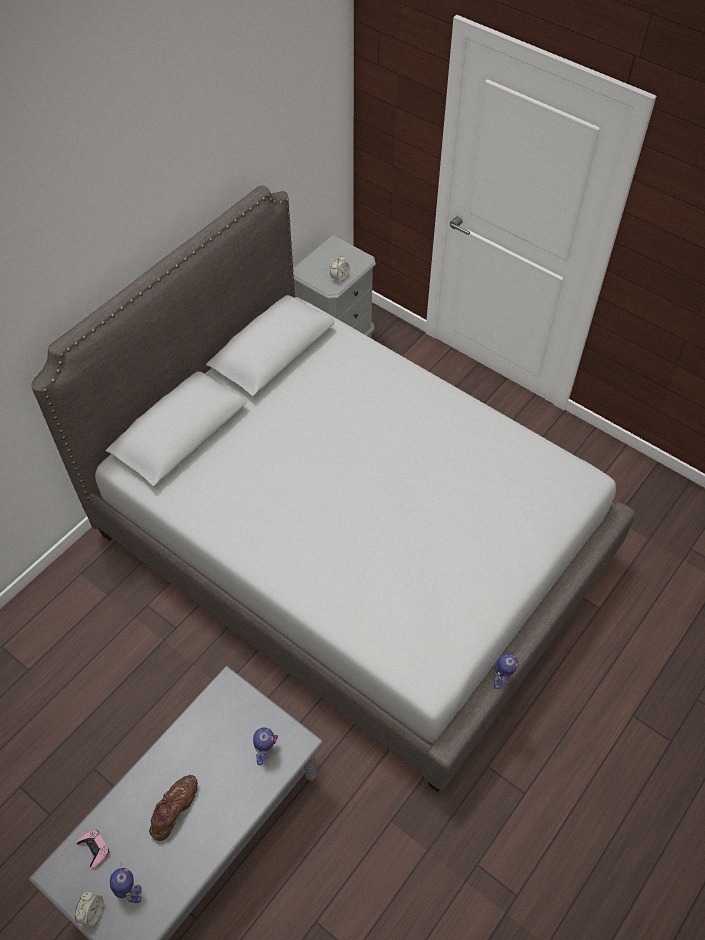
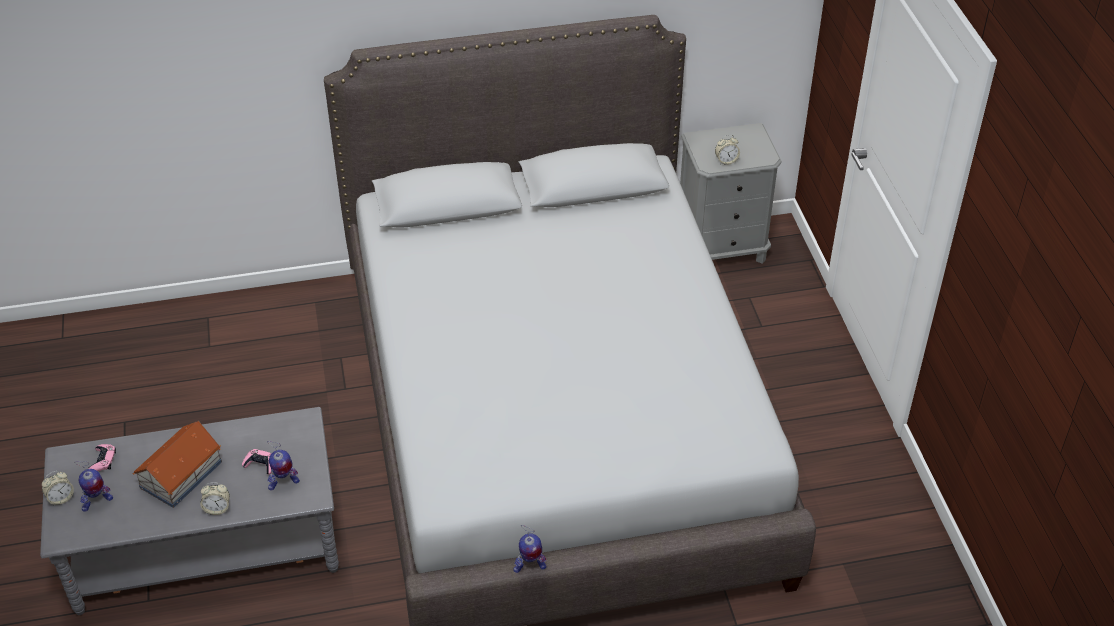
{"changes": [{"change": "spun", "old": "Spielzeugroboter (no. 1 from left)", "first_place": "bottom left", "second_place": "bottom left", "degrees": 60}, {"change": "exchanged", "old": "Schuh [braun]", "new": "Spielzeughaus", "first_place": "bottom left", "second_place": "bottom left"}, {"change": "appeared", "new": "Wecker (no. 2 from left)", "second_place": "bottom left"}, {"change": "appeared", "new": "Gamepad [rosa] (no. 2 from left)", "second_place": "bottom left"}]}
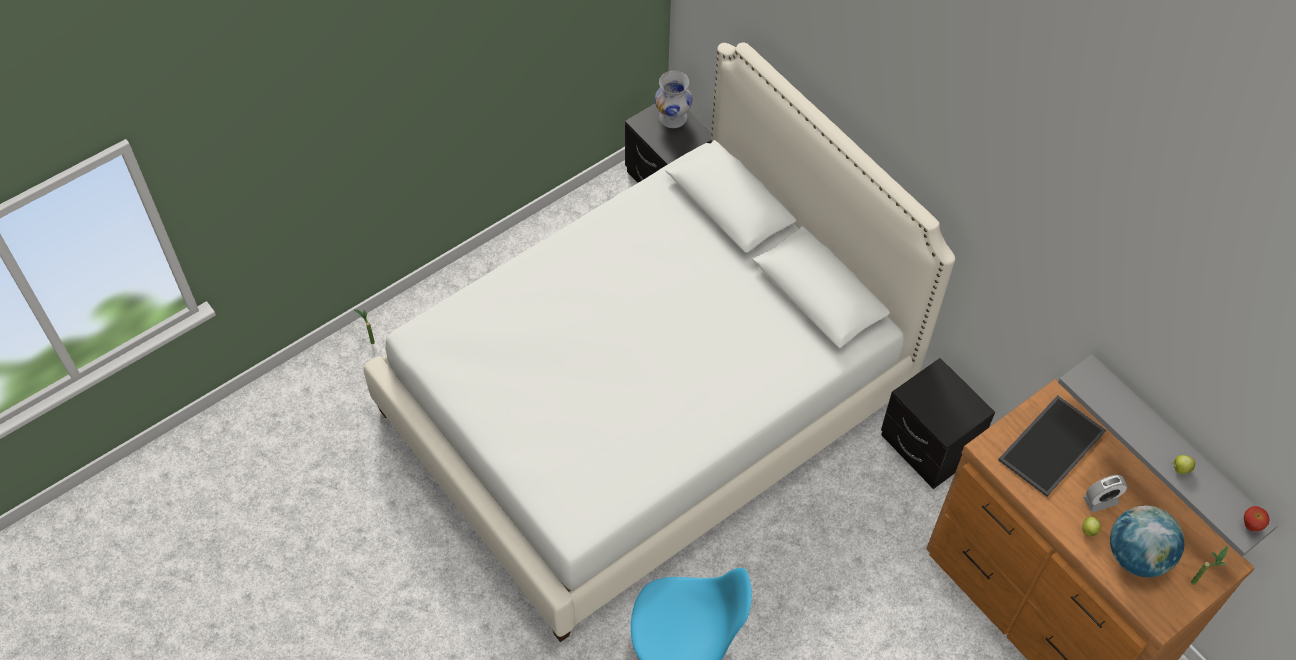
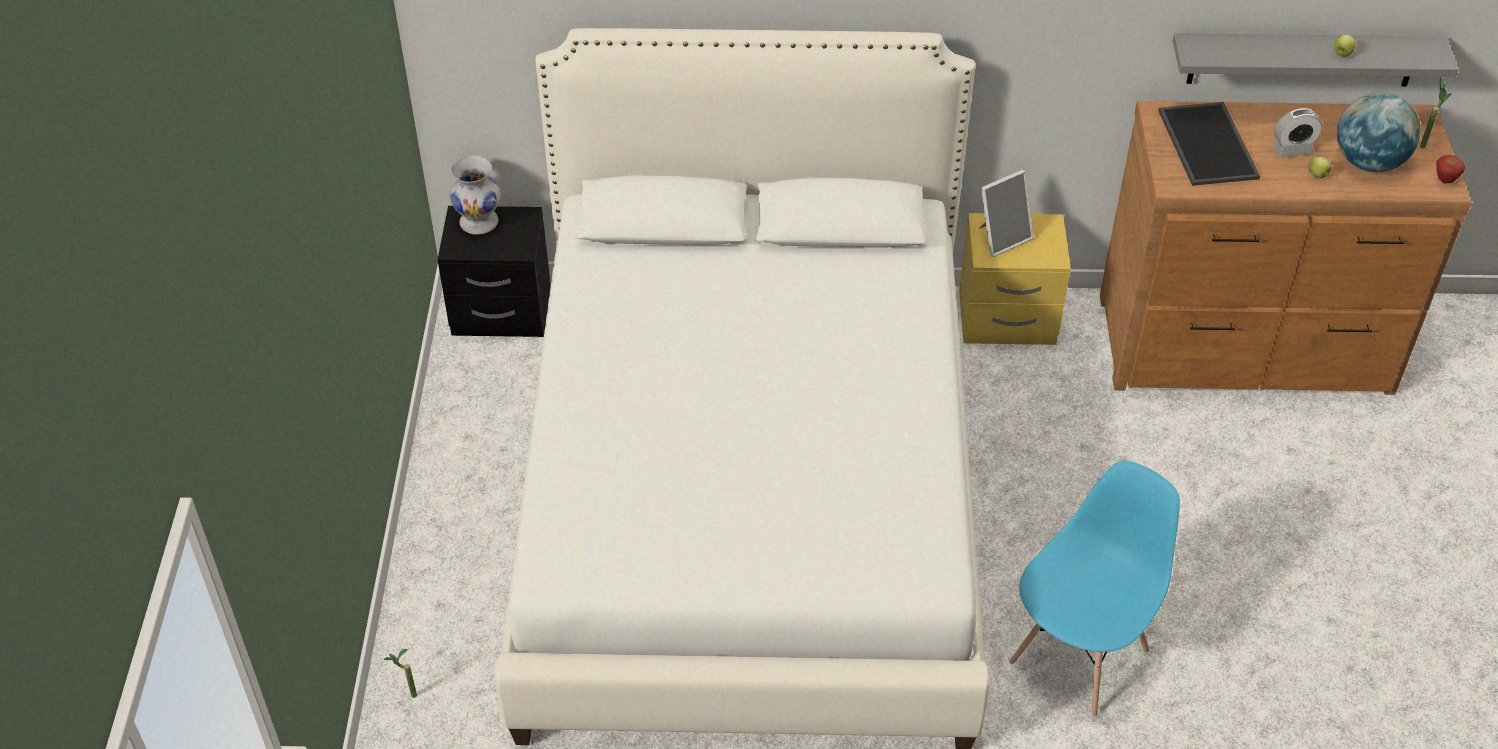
{"changes": [{"change": "colour", "old": "Nachttisch [schwarz] (no. 2 from left)", "new": "Nachttisch [gelb]", "first_place": "middle right", "second_place": "middle right"}, {"change": "spun", "old": "Wecker", "first_place": "bottom right", "second_place": "top right", "degrees": 60}, {"change": "relocated", "old": "Apfel (no. 3 from left)", "first_place": "bottom right", "second_place": "top right"}, {"change": "appeared", "new": "Bilderrahmen", "second_place": "top right"}]}
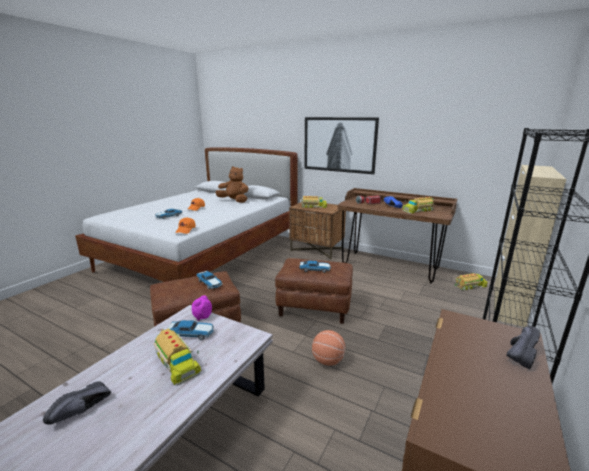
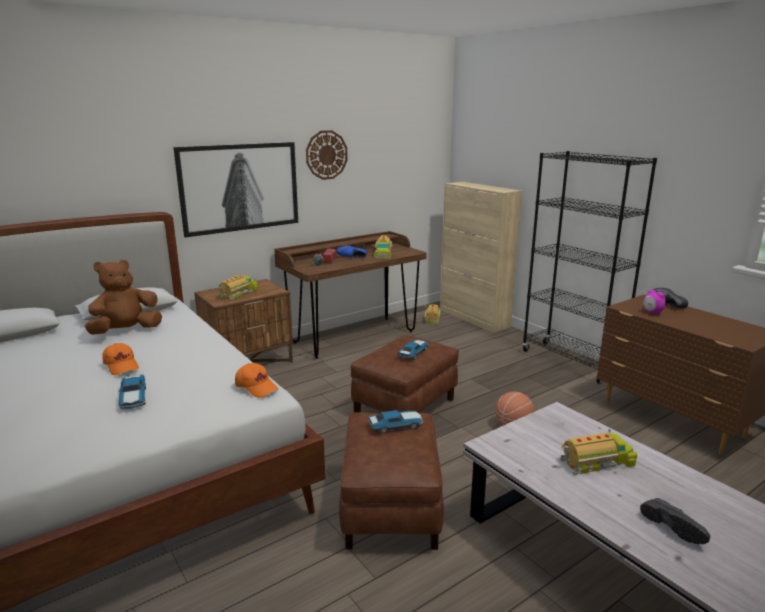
{"changes": [{"change": "missing", "old": "Spielzeugauto (no. 2 from left)", "first_place": "bottom left"}, {"change": "relocated", "old": "Wecker", "first_place": "centre", "second_place": "middle right"}, {"change": "appeared", "new": "Wanduhr", "second_place": "top centre"}]}
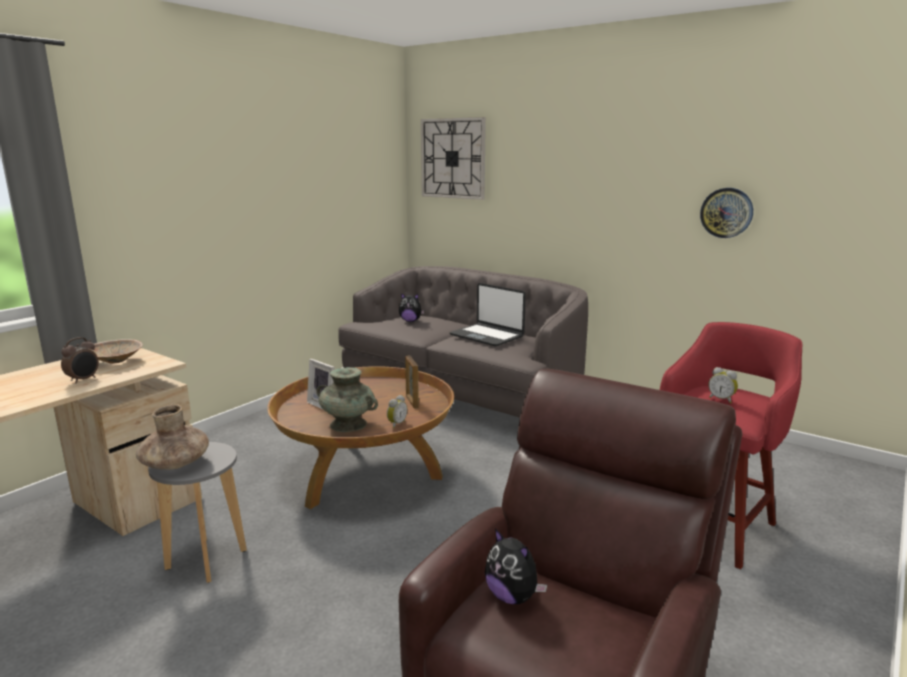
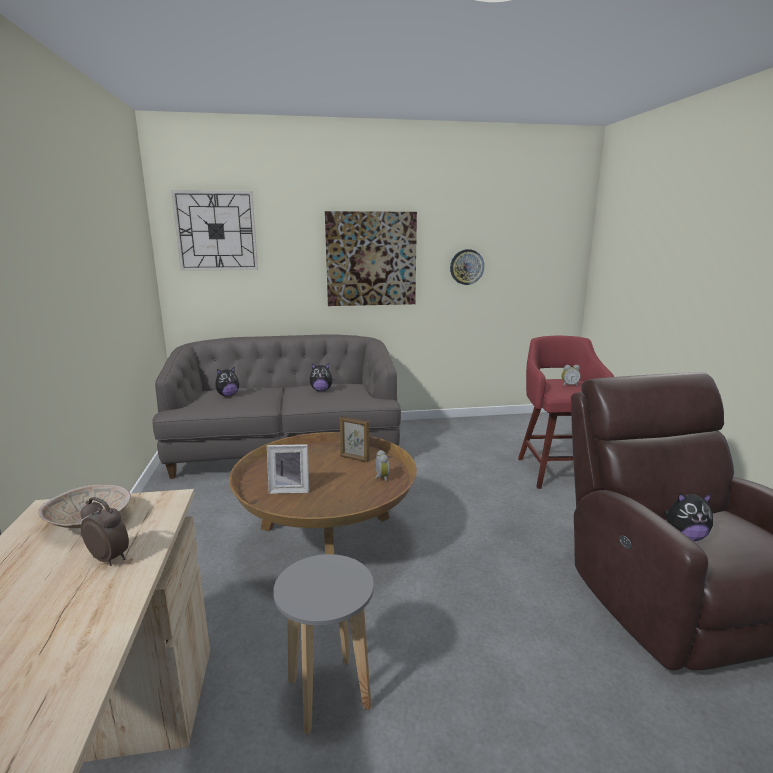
{"changes": [{"change": "spun", "old": "Wecker (no. 1 from left)", "first_place": "middle left", "second_place": "bottom left", "degrees": -45}, {"change": "missing", "old": "Vase [braun]", "first_place": "middle left"}, {"change": "missing", "old": "Vase [türkis]", "first_place": "centre"}, {"change": "exchanged", "old": "Laptop", "new": "Plüschtier (no. 2 from left)", "first_place": "centre", "second_place": "centre"}, {"change": "appeared", "new": "Bild", "second_place": "centre"}]}
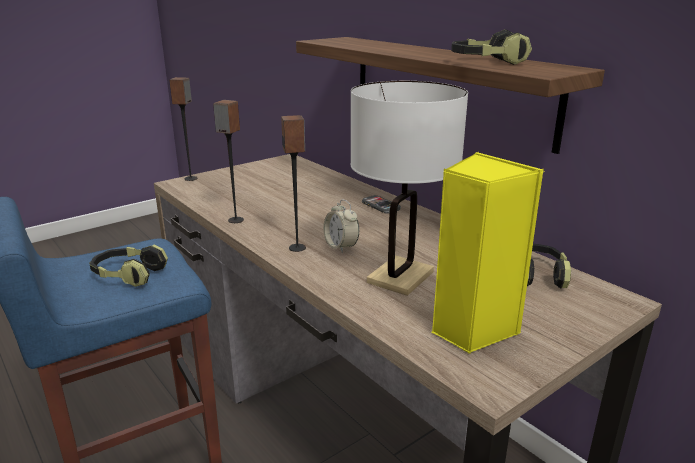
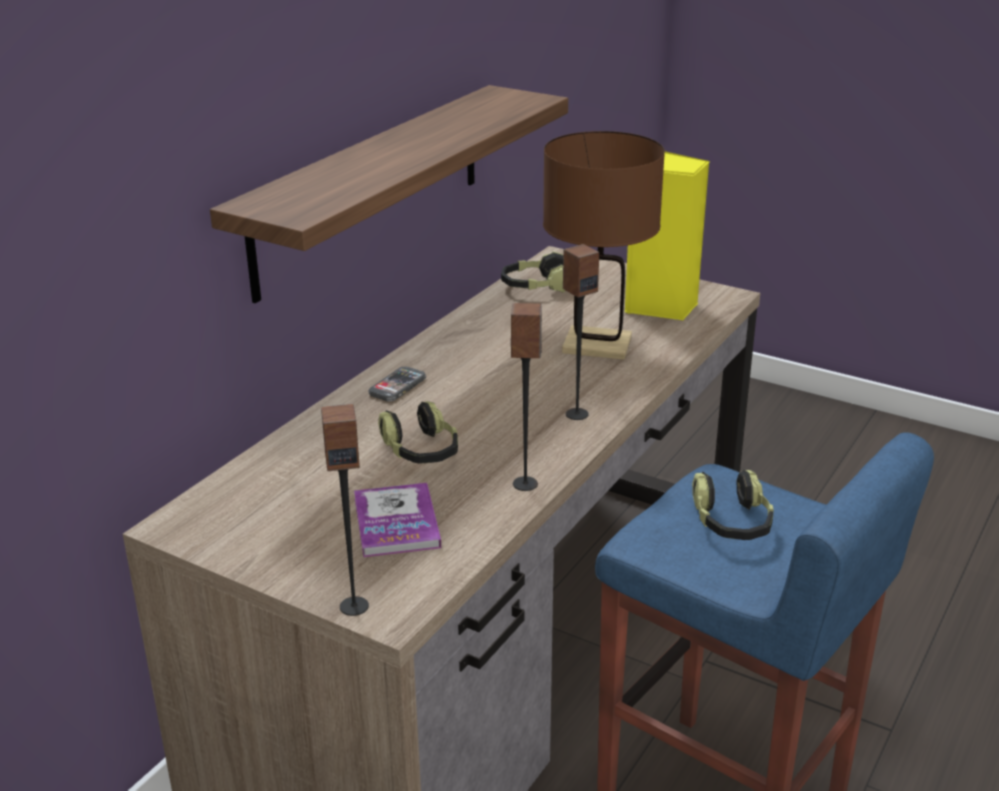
{"changes": [{"change": "missing", "old": "Wecker", "first_place": "centre"}, {"change": "colour", "old": "Tischlampe [weiß]", "new": "Tischlampe [braun]", "first_place": "centre", "second_place": "top centre"}, {"change": "relocated", "old": "Kopfhörer (no. 2 from left in the first image)", "new": "Kopfhörer (no. 1 from left)", "first_place": "top right", "second_place": "centre"}, {"change": "appeared", "new": "Buch", "second_place": "centre"}]}
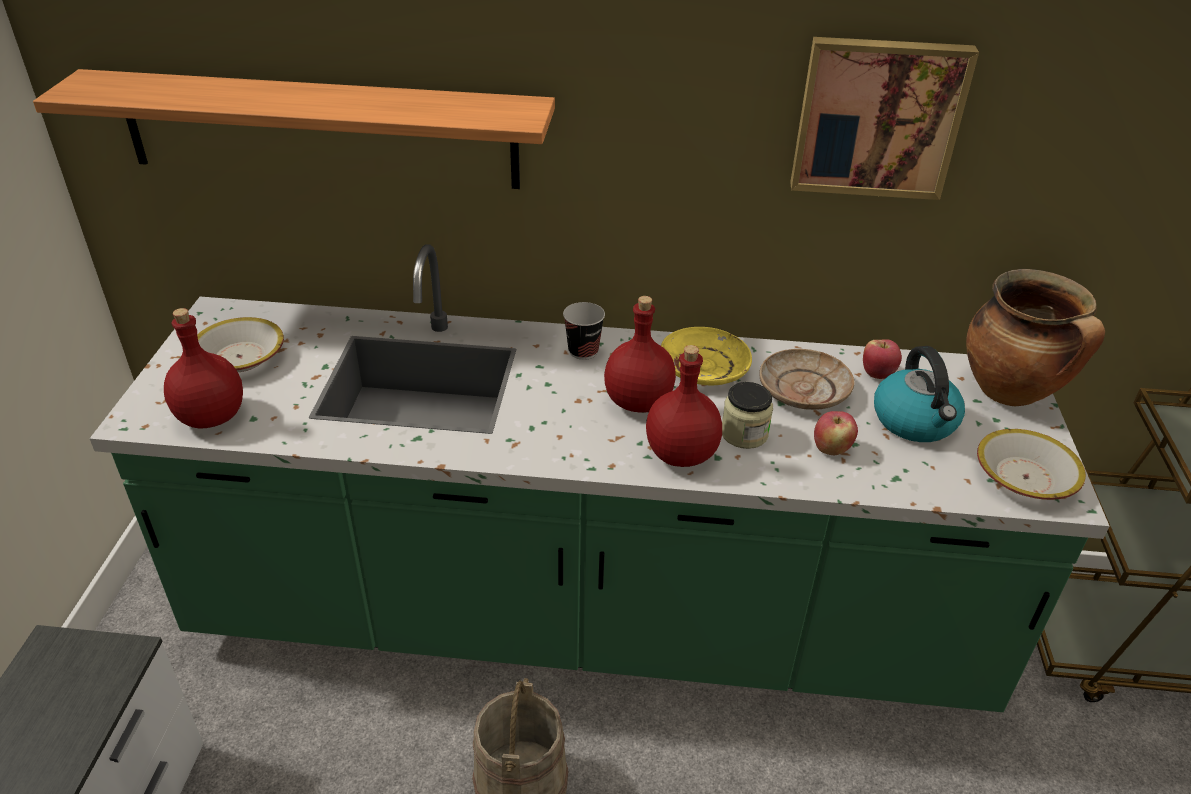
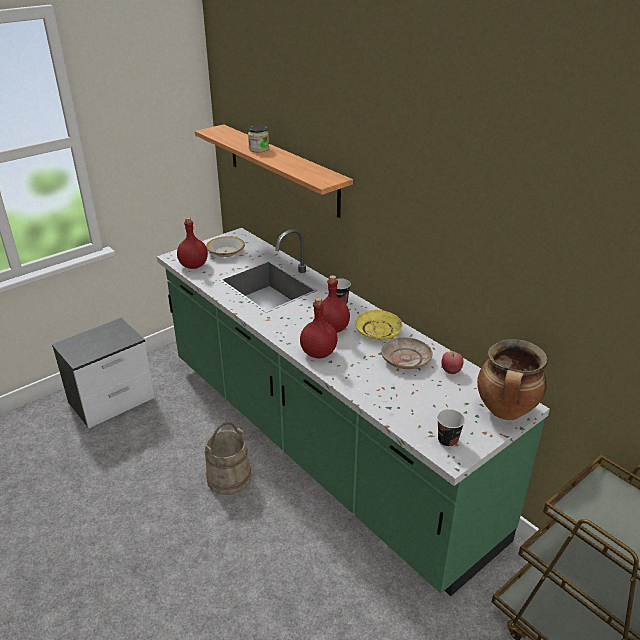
{"changes": [{"change": "relocated", "old": "Vorratsglas", "first_place": "centre", "second_place": "top centre"}, {"change": "missing", "old": "Bild", "first_place": "top right"}, {"change": "missing", "old": "Apfel (no. 1 from left)", "first_place": "middle right"}, {"change": "missing", "old": "Wasserkessel", "first_place": "middle right"}, {"change": "exchanged", "old": "Schüssel (no. 2 from left)", "new": "Tasse (no. 2 from left)", "first_place": "middle right", "second_place": "bottom right"}]}
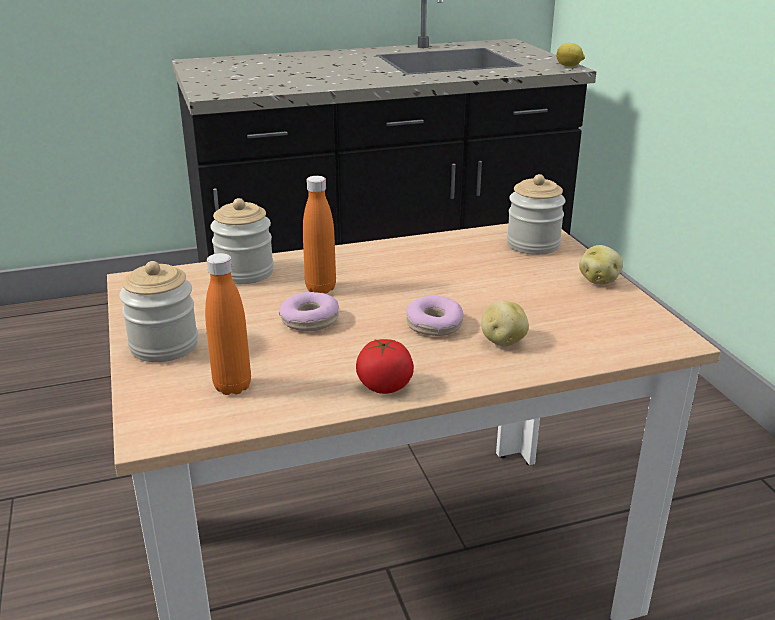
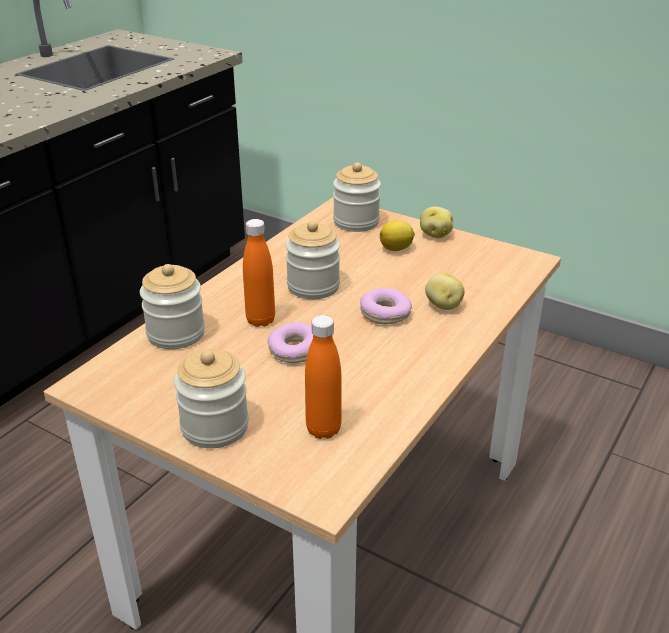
{"changes": [{"change": "missing", "old": "Tomate", "first_place": "centre"}, {"change": "relocated", "old": "Zitrone", "first_place": "top right", "second_place": "centre"}, {"change": "appeared", "new": "Vorratsglas (no. 3 from left)", "second_place": "centre"}]}
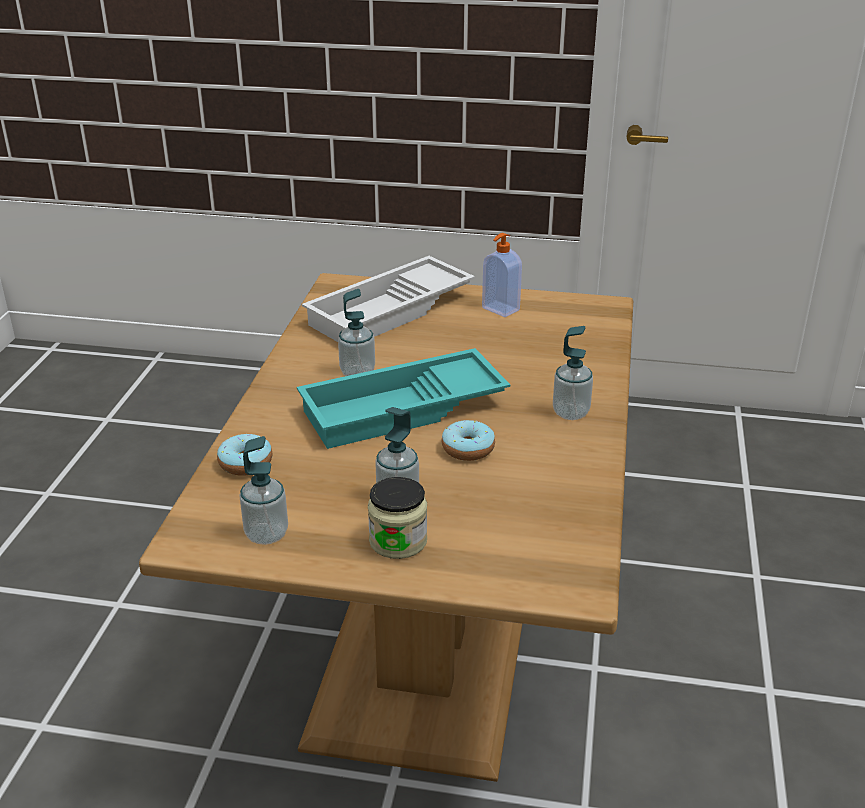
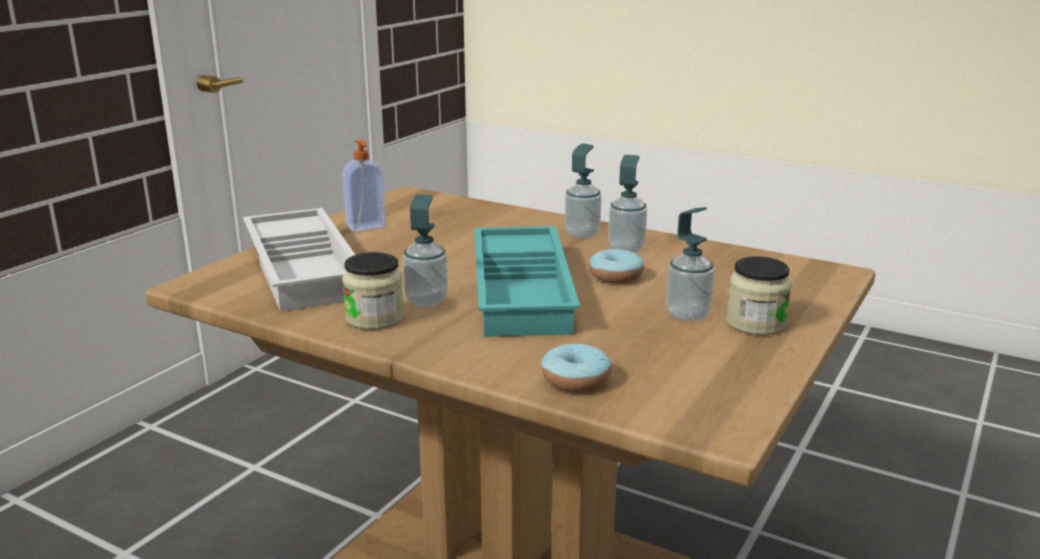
{"changes": [{"change": "relocated", "old": "Seifenspender (no. 1 from left in the first image)", "new": "Seifenspender (no. 4 from left)", "first_place": "middle left", "second_place": "centre"}, {"change": "appeared", "new": "Vorratsglas (no. 1 from left)", "second_place": "centre"}]}
